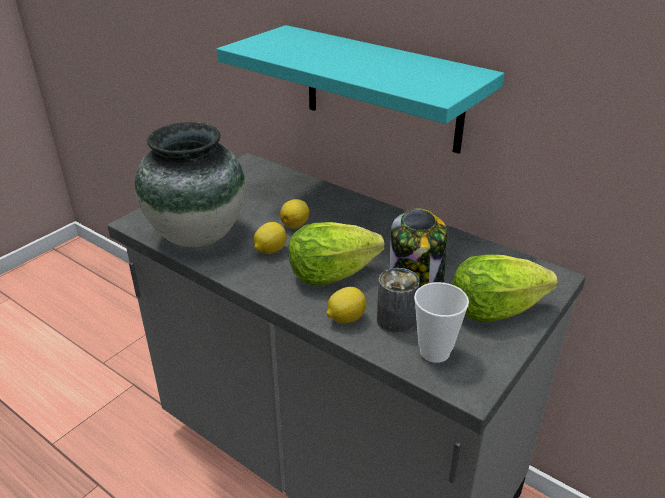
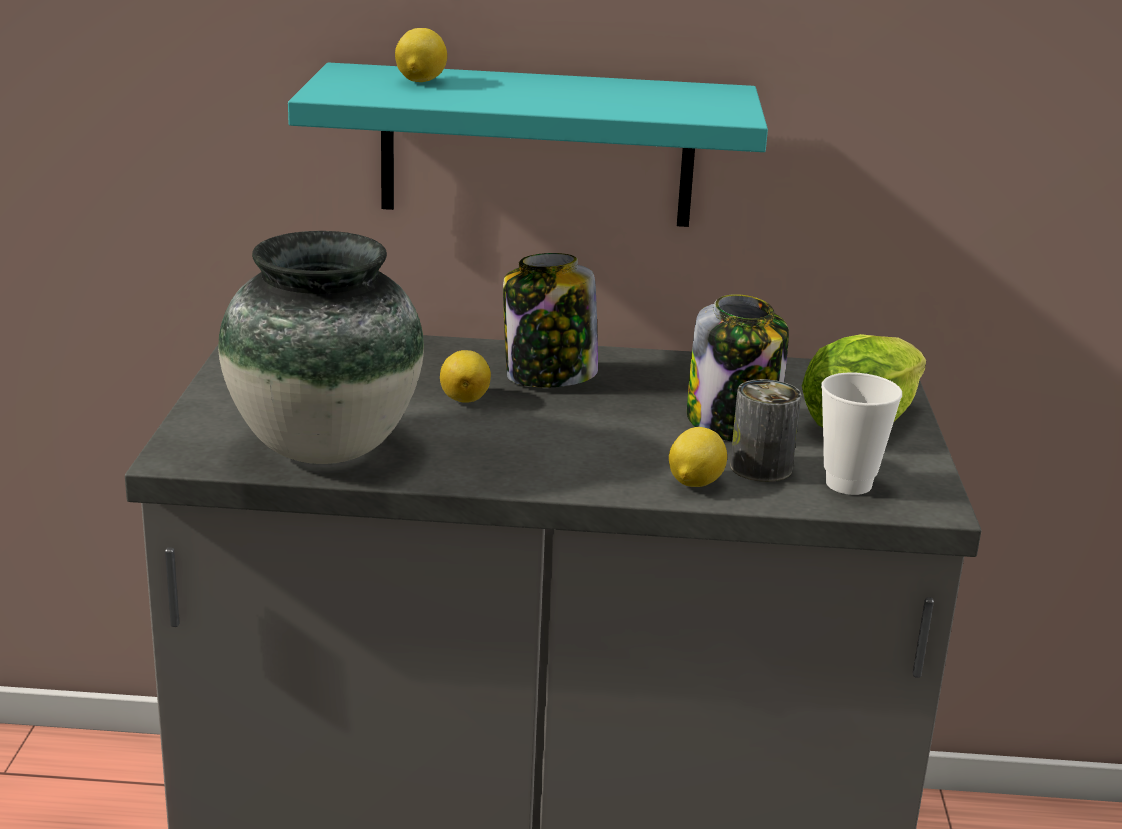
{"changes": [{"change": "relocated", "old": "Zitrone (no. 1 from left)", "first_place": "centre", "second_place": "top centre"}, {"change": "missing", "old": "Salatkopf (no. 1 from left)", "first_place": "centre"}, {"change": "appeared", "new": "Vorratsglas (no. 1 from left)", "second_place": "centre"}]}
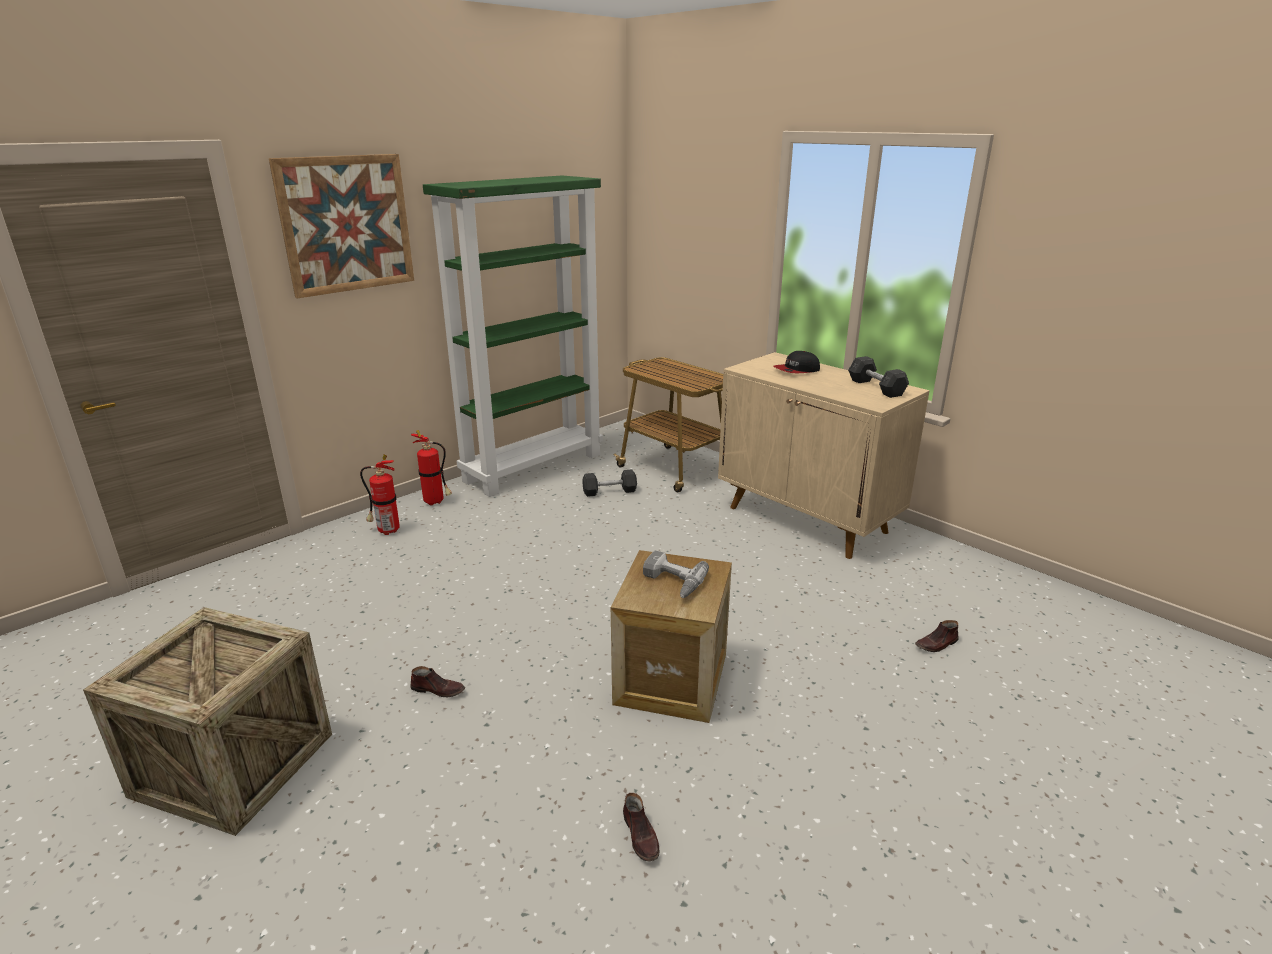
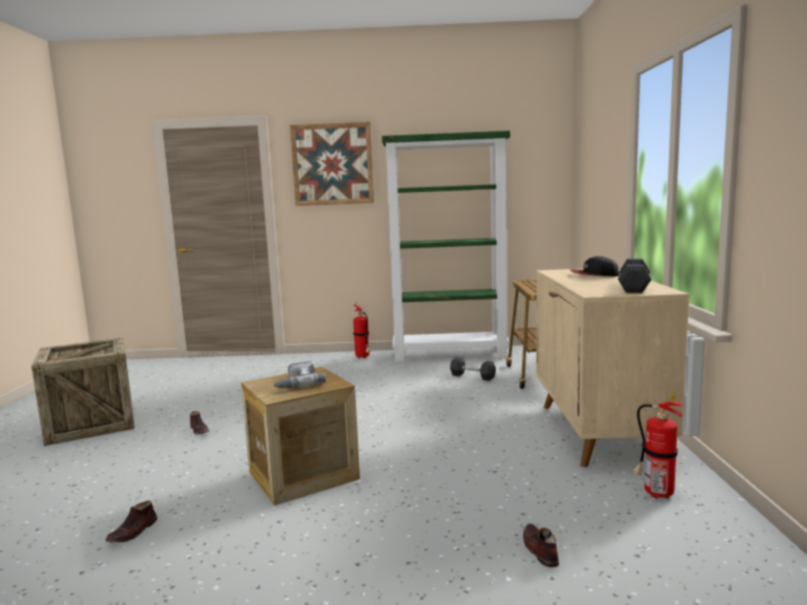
{"changes": [{"change": "relocated", "old": "Feuerlöscher (no. 1 from left in the first image)", "new": "Feuerlöscher (no. 2 from left)", "first_place": "middle left", "second_place": "bottom right"}, {"change": "spun", "old": "Schuh [braun] (no. 3 from left)", "first_place": "bottom right", "second_place": "bottom right", "degrees": 60}]}
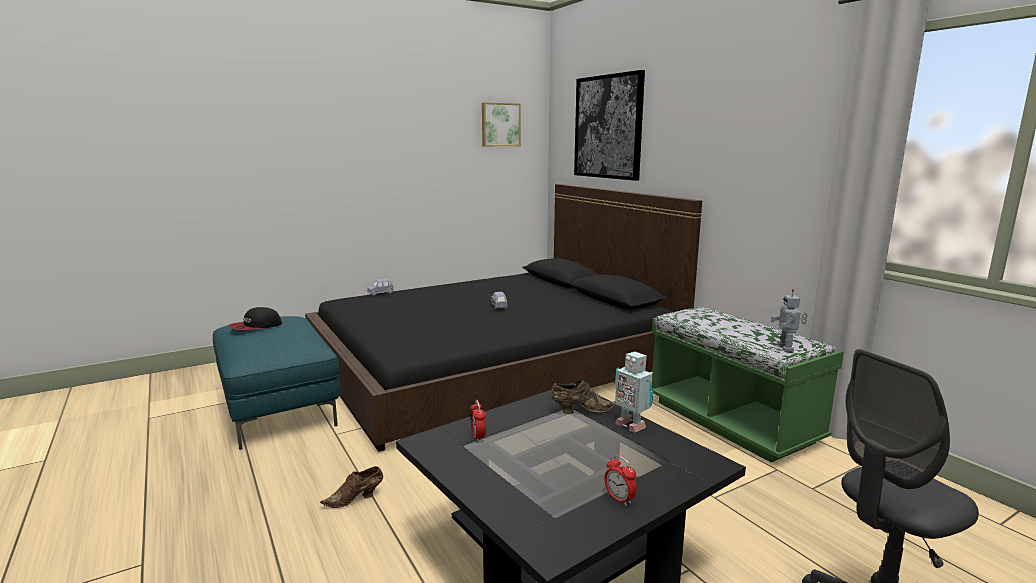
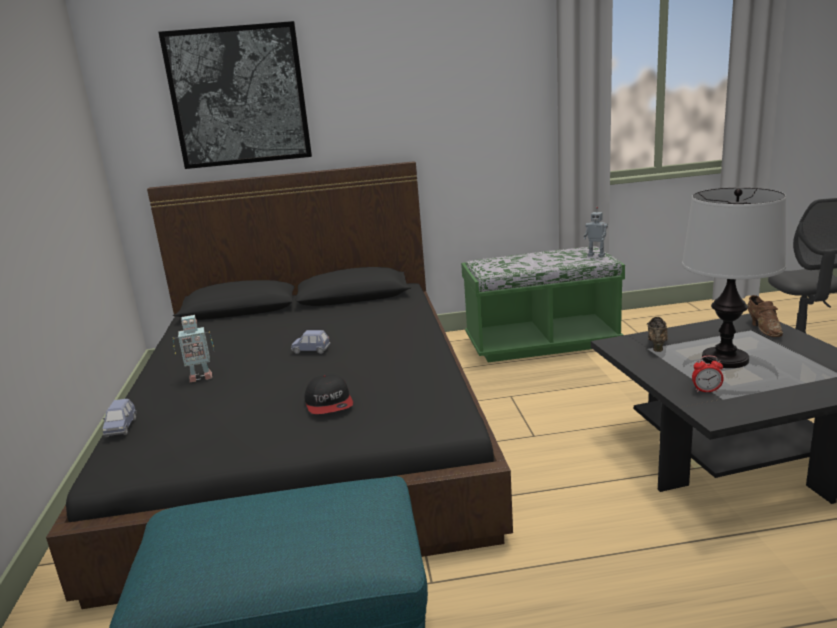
{"changes": [{"change": "relocated", "old": "Kappe", "first_place": "middle left", "second_place": "centre"}, {"change": "relocated", "old": "Schuh [braun] (no. 1 from left in the first image)", "new": "Schuh [braun] (no. 2 from left)", "first_place": "bottom centre", "second_place": "middle right"}, {"change": "missing", "old": "Bild (no. 1 from left)", "first_place": "top centre"}, {"change": "missing", "old": "Wecker (no. 2 from left)", "first_place": "bottom centre"}, {"change": "relocated", "old": "Spielzeugroboter (no. 1 from left)", "first_place": "bottom centre", "second_place": "middle left"}, {"change": "appeared", "new": "Tischlampe", "second_place": "middle right"}]}
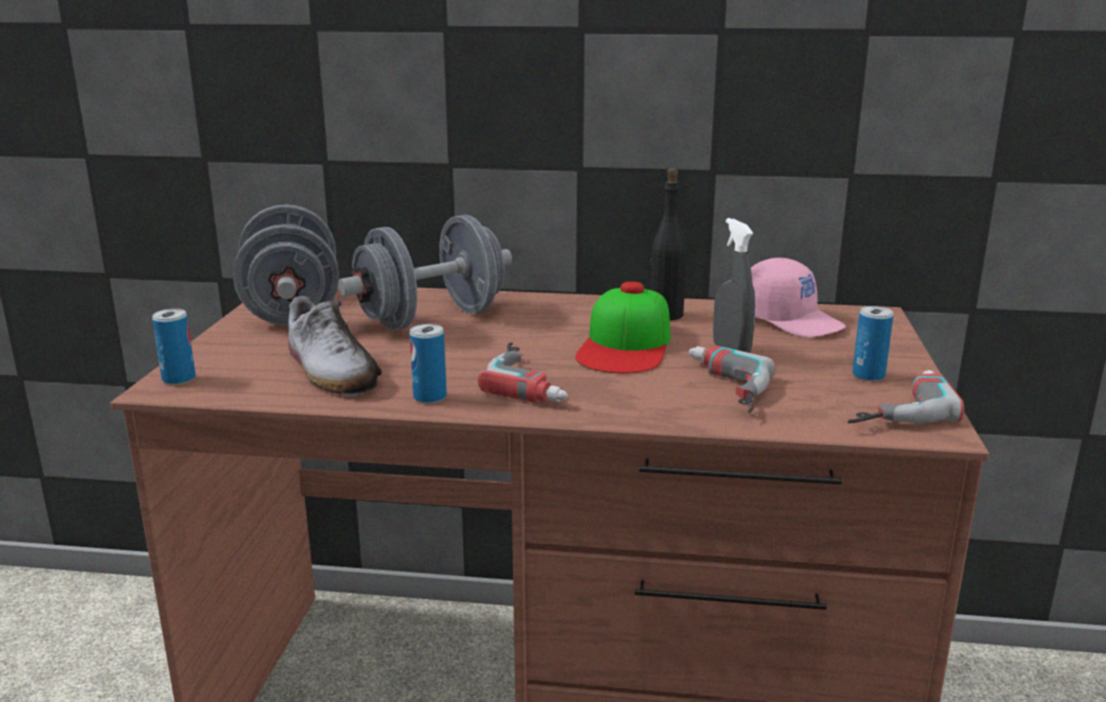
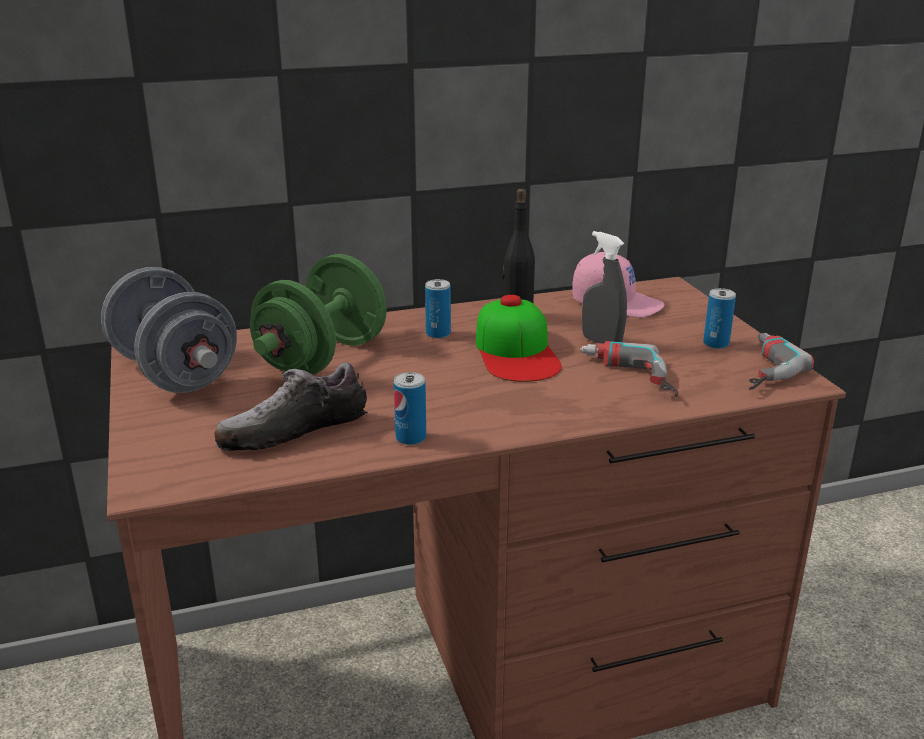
{"changes": [{"change": "relocated", "old": "Dose (no. 1 from left in the first image)", "new": "Dose (no. 2 from left)", "first_place": "middle left", "second_place": "centre"}, {"change": "spun", "old": "Schuh", "first_place": "middle left", "second_place": "middle left", "degrees": 120}, {"change": "colour", "old": "Hantel [grau] (no. 2 from left)", "new": "Hantel [grün]", "first_place": "centre", "second_place": "centre"}, {"change": "missing", "old": "Bohrmaschine (no. 1 from left)", "first_place": "centre"}]}
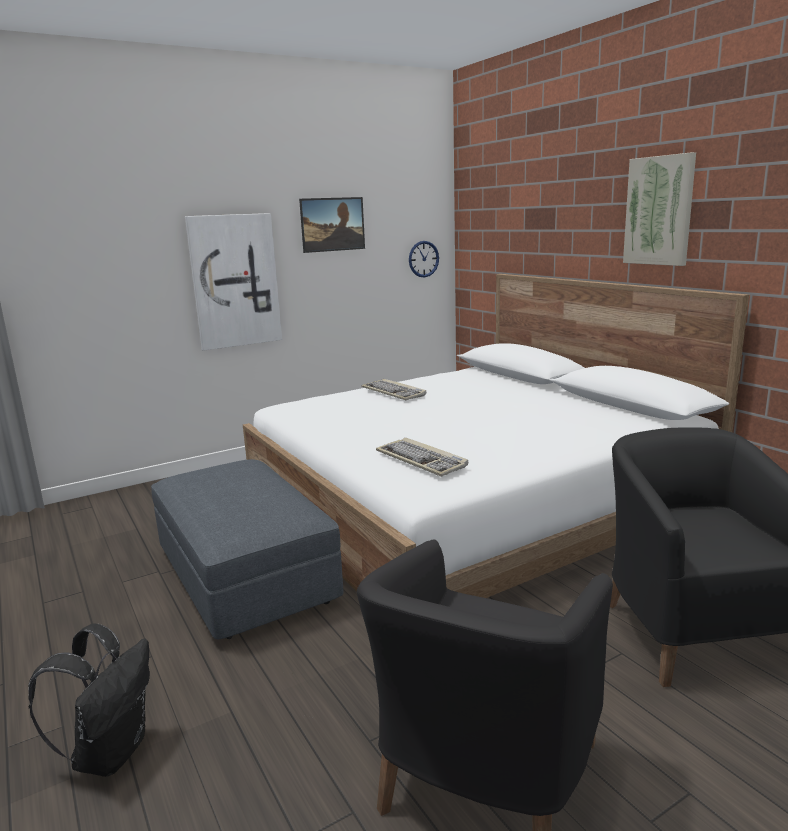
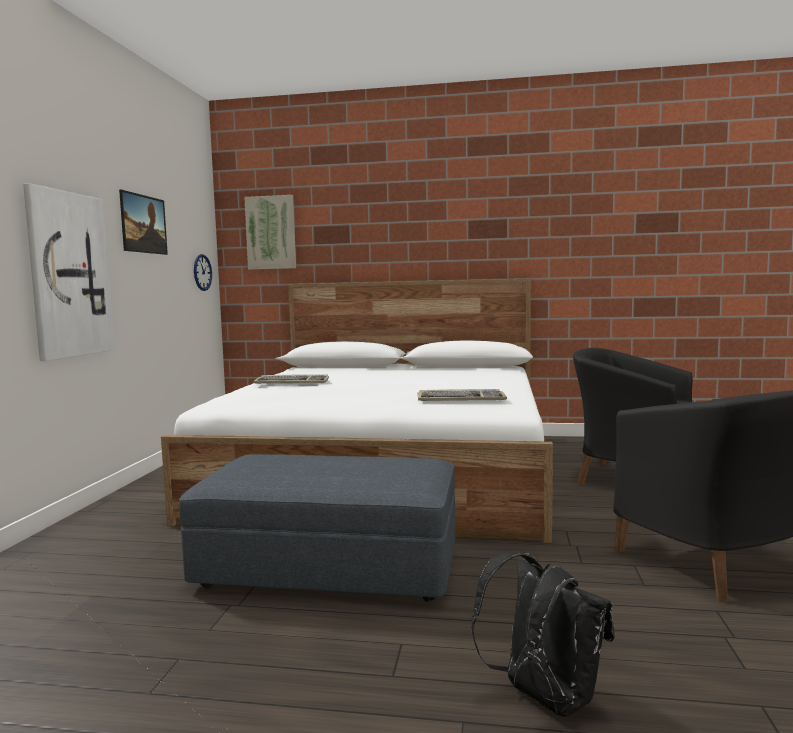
{"changes": [{"change": "relocated", "old": "Bild (no. 3 from left)", "first_place": "top right", "second_place": "top centre"}]}
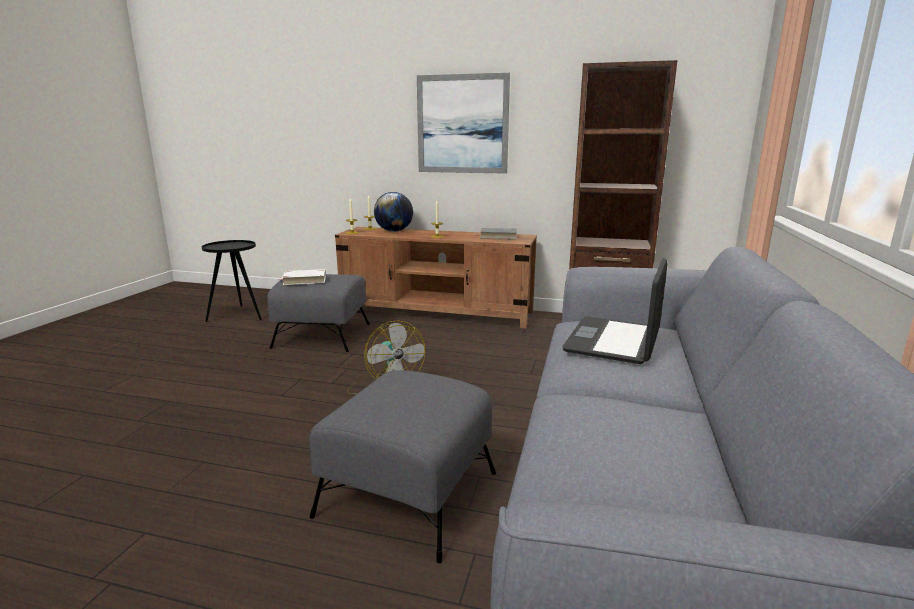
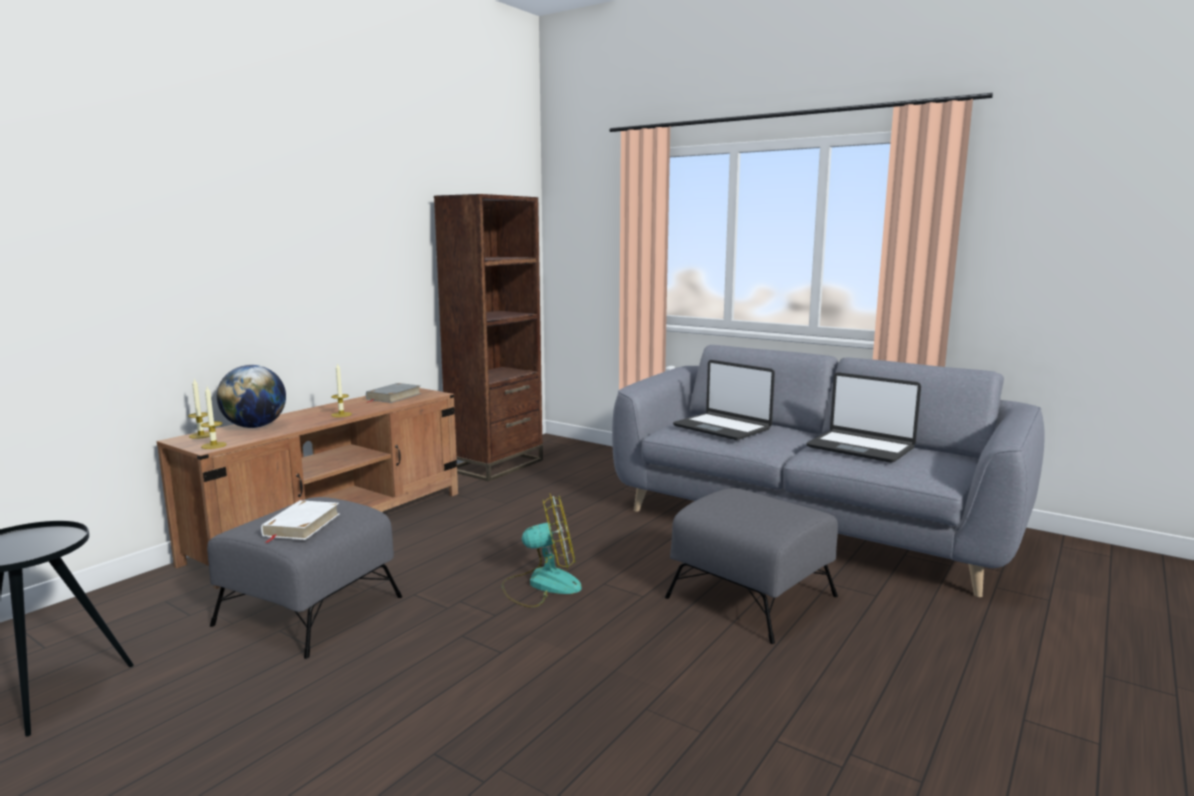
{"changes": [{"change": "missing", "old": "Bild", "first_place": "top centre"}, {"change": "appeared", "new": "Laptop (no. 2 from left)", "second_place": "middle right"}]}
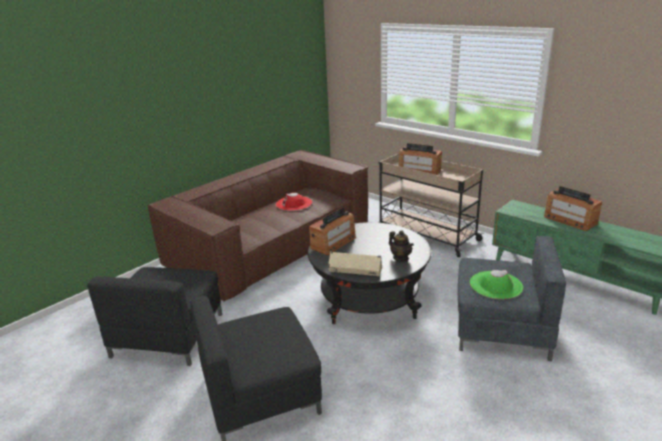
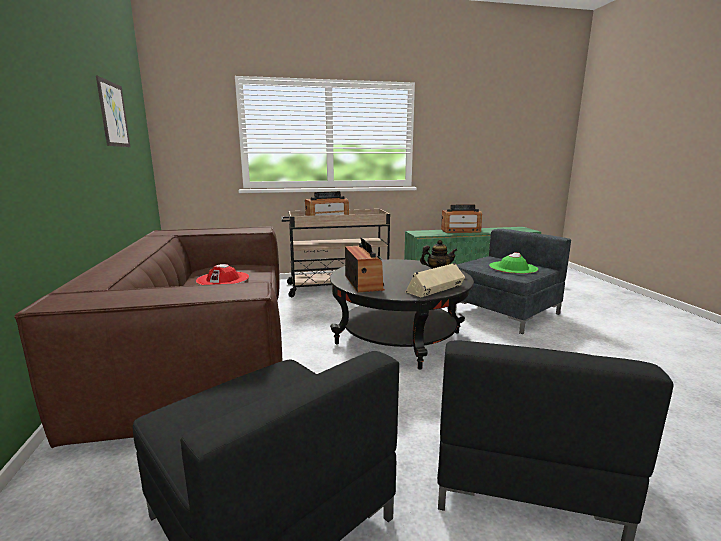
{"changes": [{"change": "appeared", "new": "Bild", "second_place": "top left"}]}
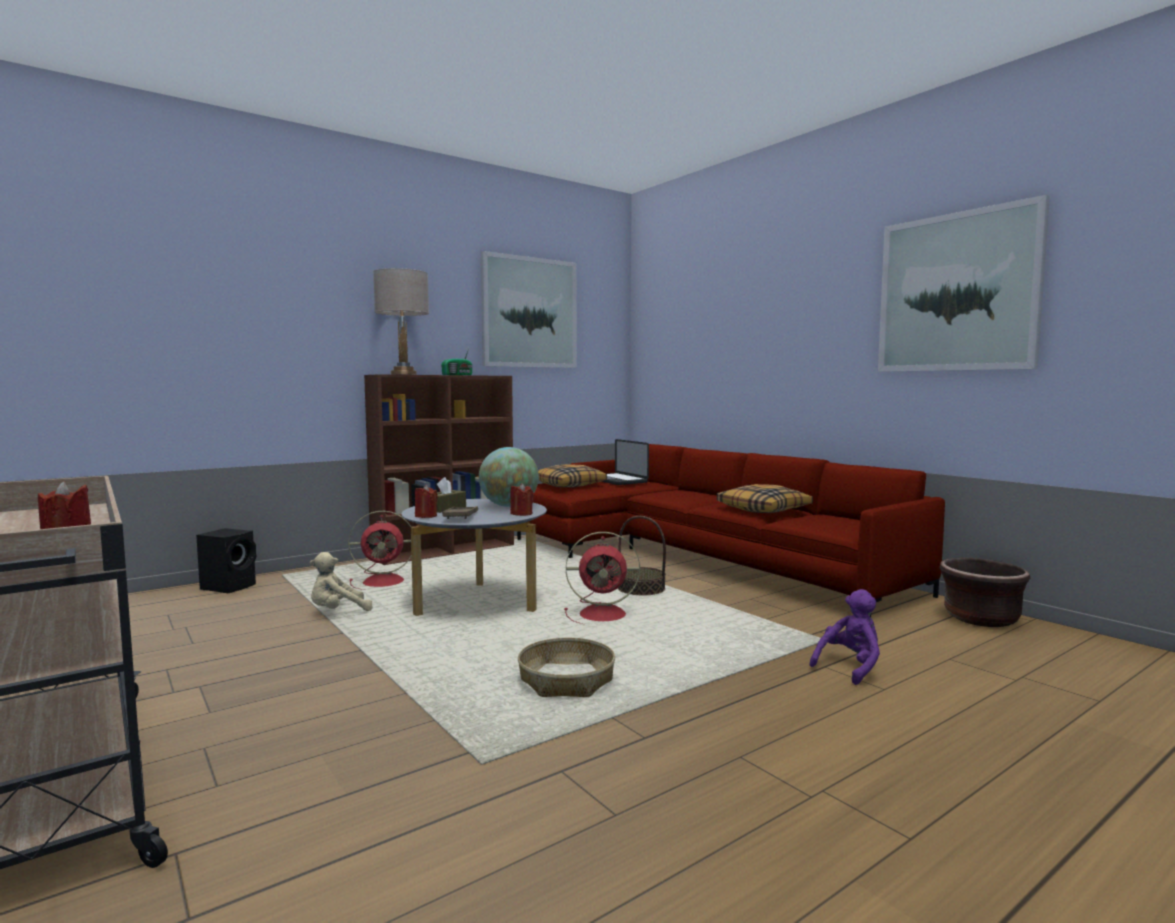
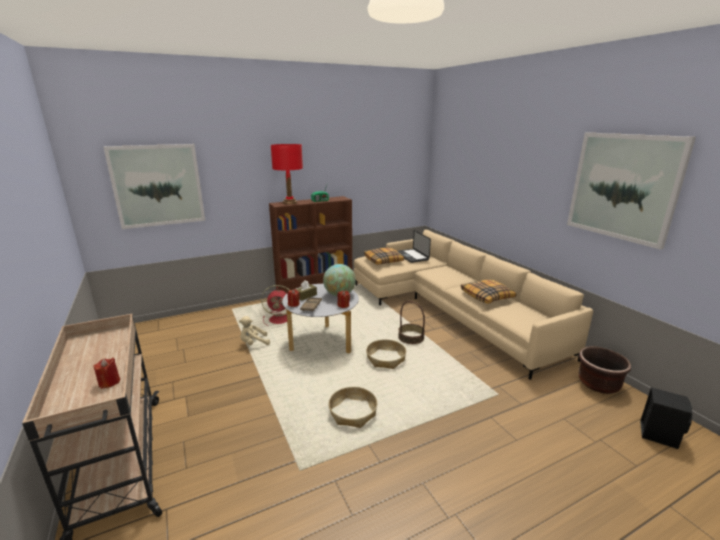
{"changes": [{"change": "relocated", "old": "Lautsprecher [schwarz]", "first_place": "middle left", "second_place": "bottom right"}, {"change": "colour", "old": "Tischlampe [beige]", "new": "Tischlampe [rot]", "first_place": "centre", "second_place": "top centre"}, {"change": "relocated", "old": "Bild (no. 1 from left)", "first_place": "centre", "second_place": "middle left"}, {"change": "colour", "old": "Sofa [rot]", "new": "Sofa [beige]", "first_place": "centre", "second_place": "centre"}, {"change": "exchanged", "old": "Ventilator [rot] (no. 2 from left)", "new": "Korb (no. 2 from left)", "first_place": "centre", "second_place": "centre"}, {"change": "missing", "old": "Plüschtier [lila]", "first_place": "bottom right"}]}
